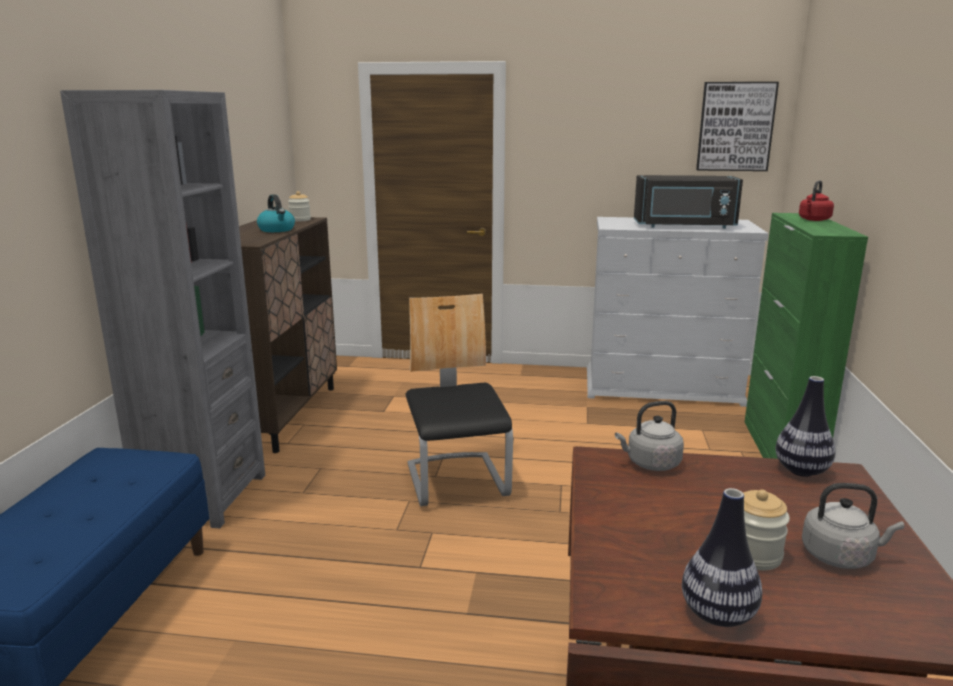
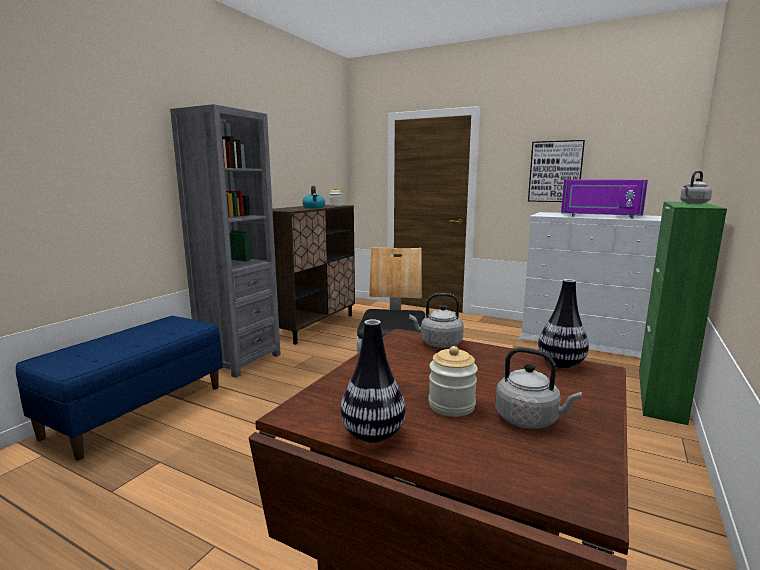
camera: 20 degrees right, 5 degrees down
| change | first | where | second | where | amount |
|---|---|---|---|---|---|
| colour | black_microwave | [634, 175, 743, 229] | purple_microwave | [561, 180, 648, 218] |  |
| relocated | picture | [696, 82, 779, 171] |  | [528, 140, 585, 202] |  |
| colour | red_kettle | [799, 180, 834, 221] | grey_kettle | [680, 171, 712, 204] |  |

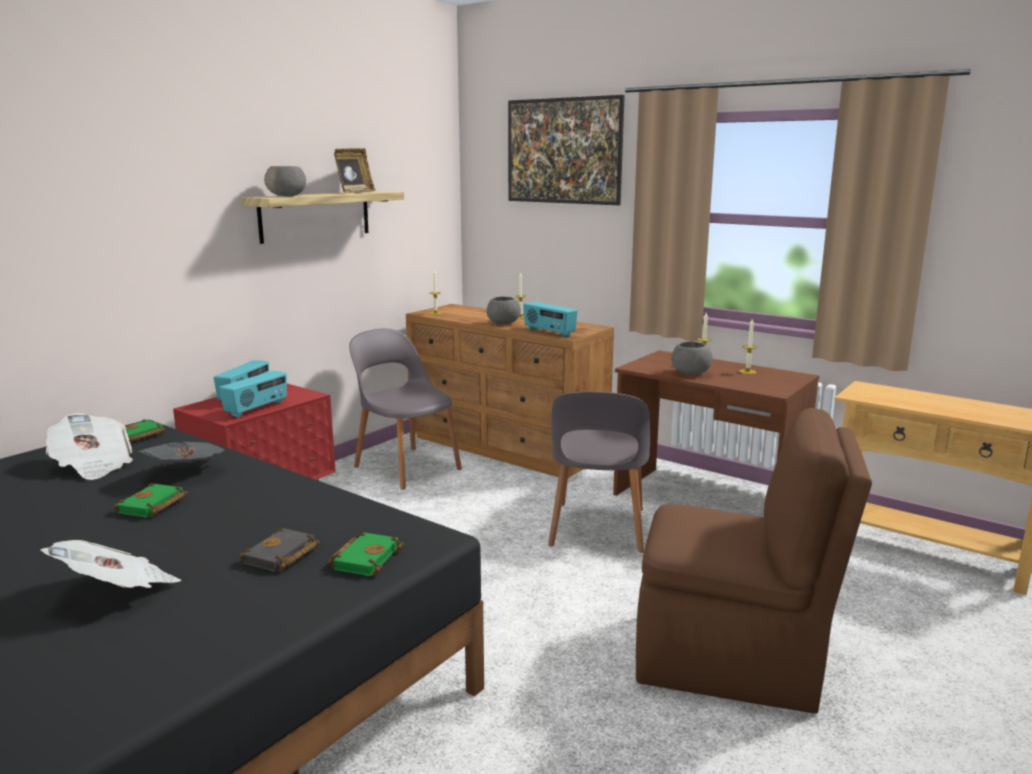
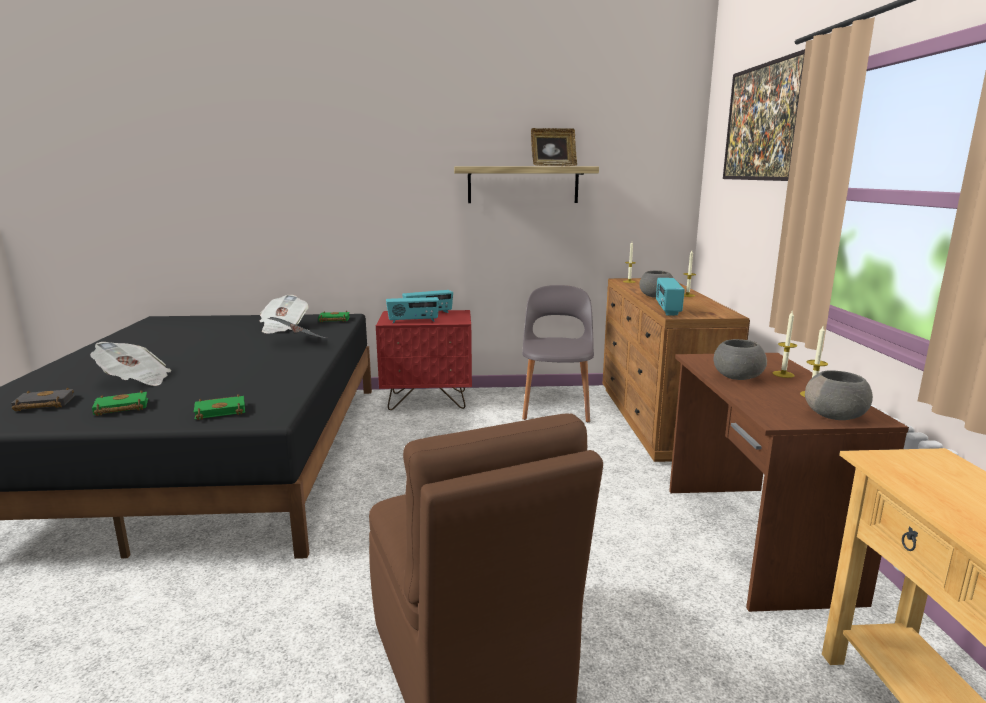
camera: 50 degrees right, 0 degrees up
| change | first | where | second | where | amount |
|---|---|---|---|---|---|
| relocated | green_book | [113, 483, 187, 518] |  | [92, 390, 148, 416] |  |
| relocated | black_book | [239, 528, 319, 572] |  | [11, 387, 74, 411] |  |
| relocated | grey_bowl | [264, 166, 306, 196] |  | [805, 370, 873, 420] |  |
| missing | grey_chair | [548, 391, 650, 553] |  |  |  |

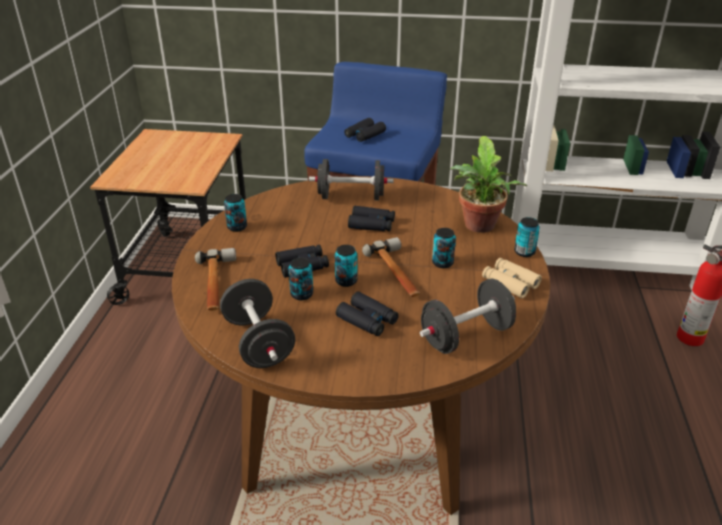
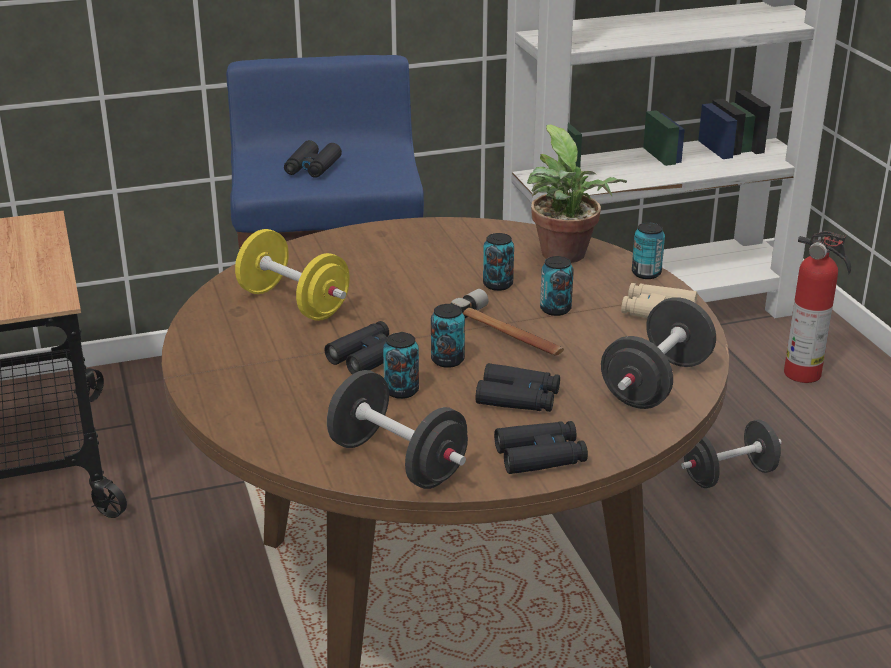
camera: 25 degrees left, 5 degrees down
| change | first | where | second | where | amount |
|---|---|---|---|---|---|
| missing | hammer | [195, 248, 236, 311] |  |  |  |
| relocated | can | [224, 194, 247, 232] |  | [483, 233, 514, 291] |  |
| relocated | black_dumbbell | [309, 159, 394, 201] |  | [681, 420, 782, 488] |  |
| relocated | black_binoculars | [348, 206, 395, 231] |  | [494, 421, 588, 474] |  |
| appeared |  |  | yellow_dumbbell | [235, 229, 350, 321] |  |

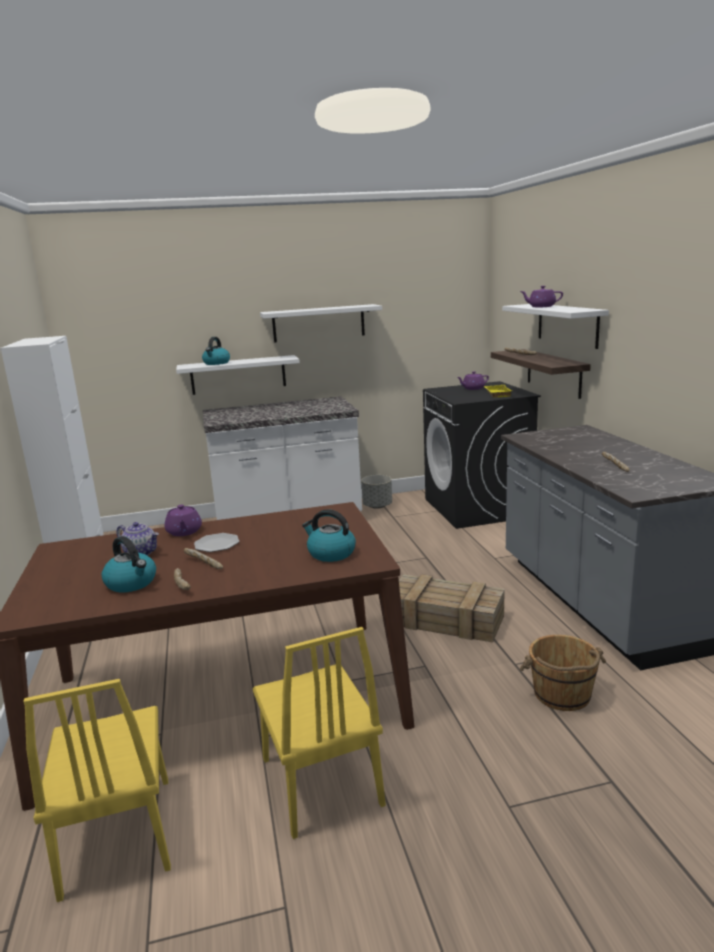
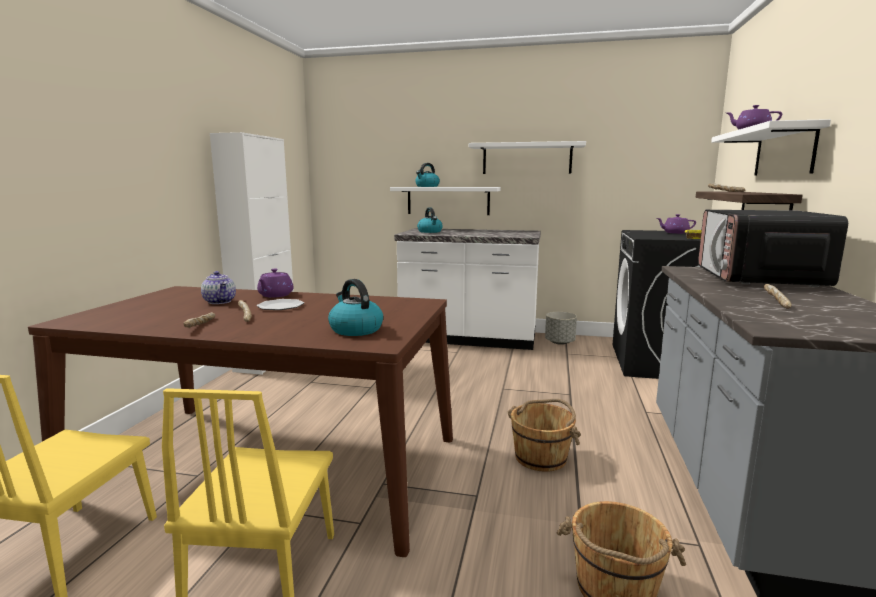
camera: 25 degrees right, 5 degrees down
| change | first | where | second | where | amount |
|---|---|---|---|---|---|
| relocated | kettle | [102, 536, 156, 592] |  | [417, 208, 443, 233] |  |
| exchanged | crate | [399, 574, 505, 643] | brown_bucket | [507, 399, 581, 472] |  |
| appeared |  |  | microwave | [698, 210, 848, 287] |  |

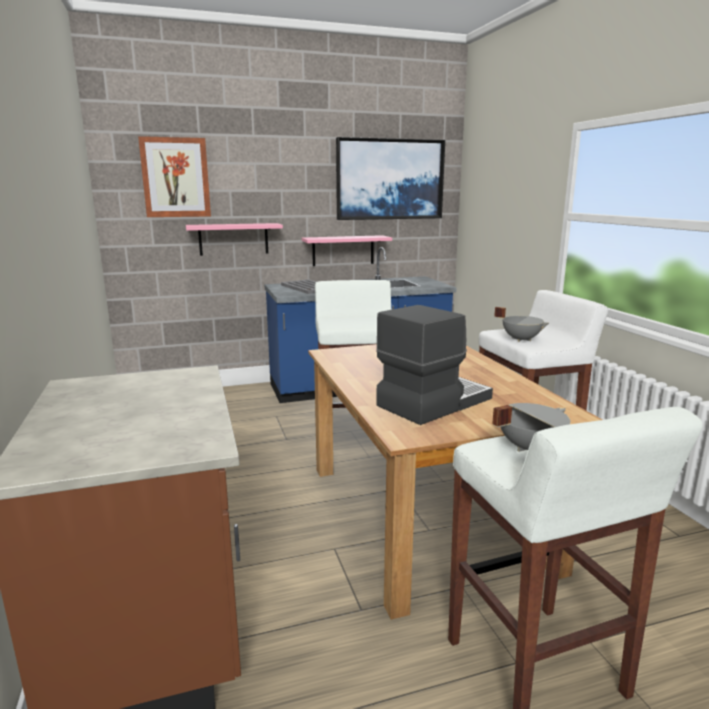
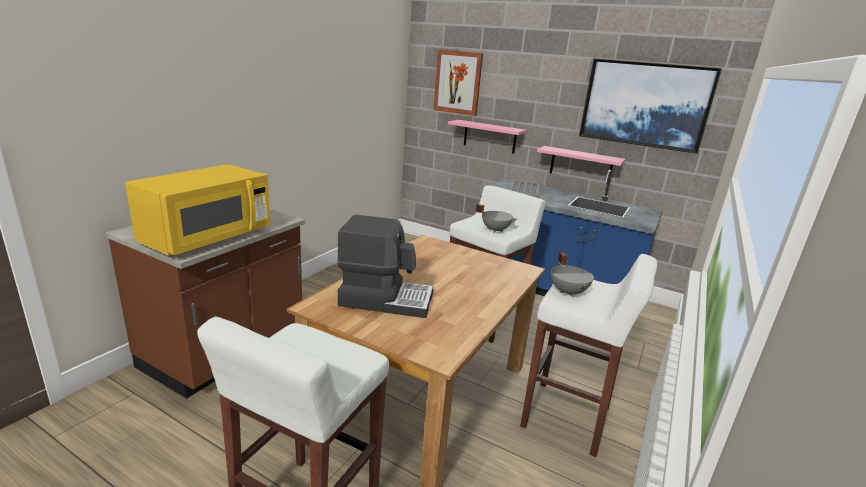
camera: 45 degrees right, 5 degrees up
| change | first | where | second | where | amount |
|---|---|---|---|---|---|
| relocated | grey_cooking_pot | [492, 403, 570, 452] |  | [475, 204, 517, 233] |  |
| appeared |  |  | yellow_microwave | [125, 164, 270, 255] |  |

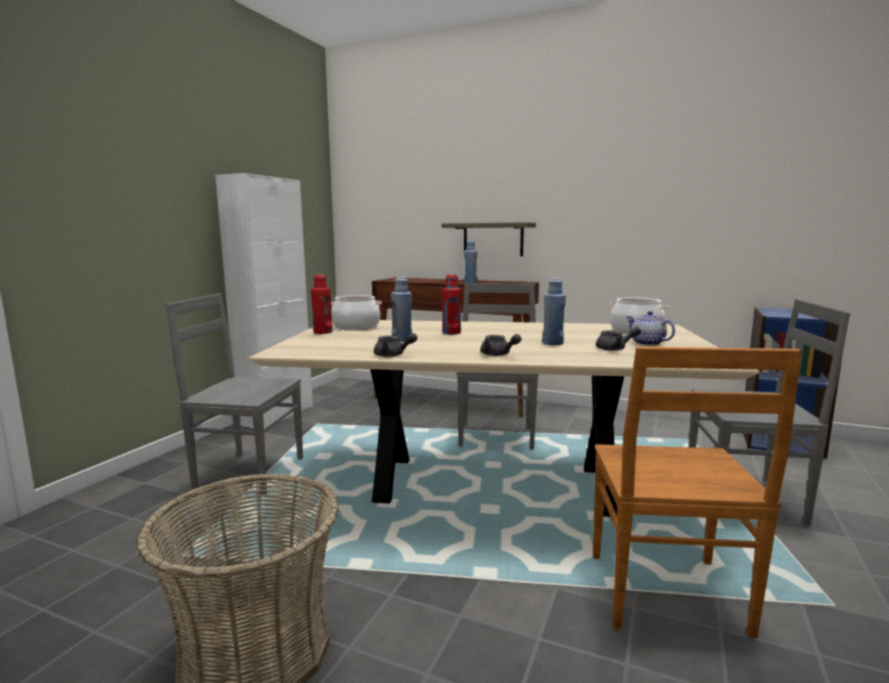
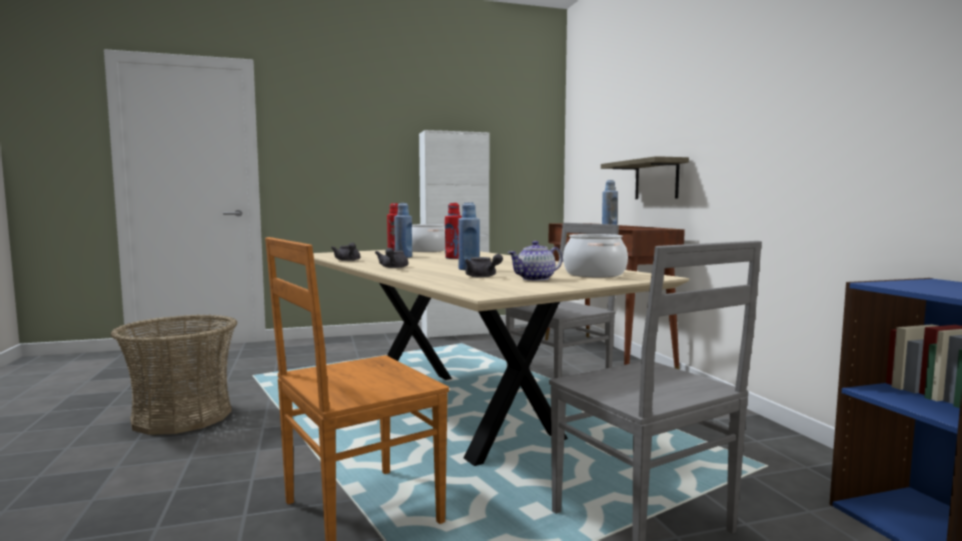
camera: 50 degrees right, 5 degrees down
| change | first | where | second | where | amount |
|---|---|---|---|---|---|
| missing | grey_chair | [166, 293, 303, 495] |  |  |  |
| spun | teapot | [626, 311, 675, 346] |  | [508, 241, 563, 281] | 135 degrees counterclockwise |

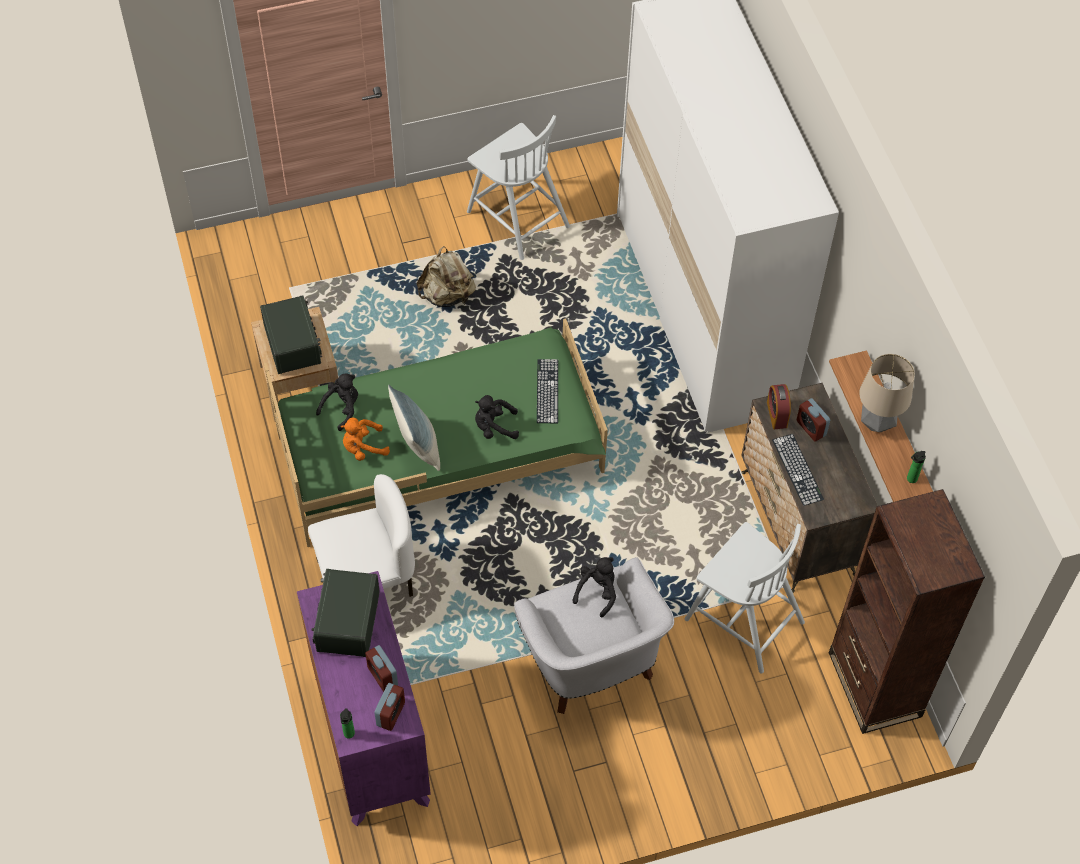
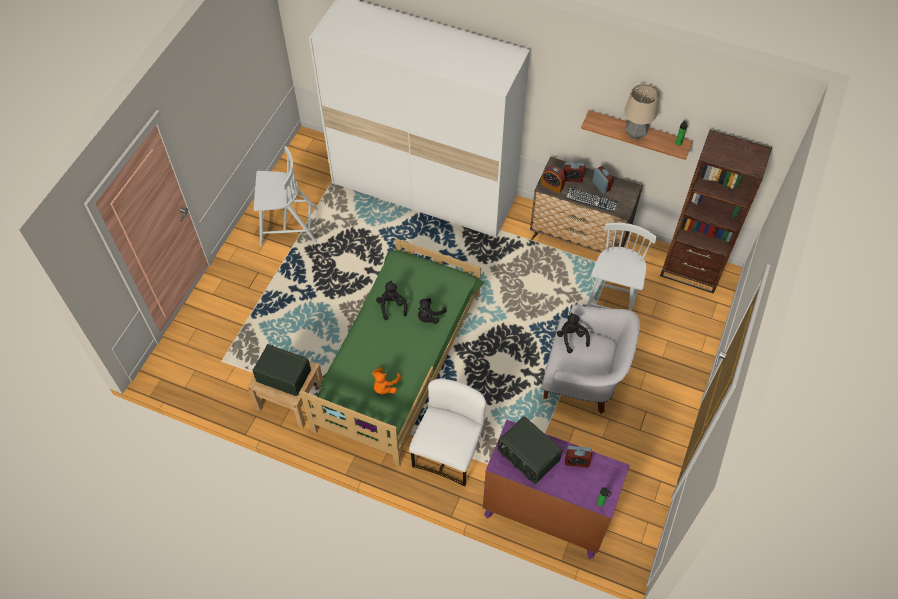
camera: 50 degrees left, 0 degrees up
| change | first | where | second | where | amount |
|---|---|---|---|---|---|
| relocated | black_plush_toy | [316, 373, 358, 431] |  | [376, 280, 407, 320] |  |
| relocated | alarm_clock | [374, 683, 405, 731] |  | [593, 166, 613, 194] |  |
| missing | pillow | [388, 385, 440, 471] |  |  |  |
| missing | beige_backpack | [417, 246, 476, 307] |  |  |  |
| missing | keyboard | [537, 359, 558, 423] |  |  |  |
| spun | white_chair | [685, 522, 805, 674] |  | [586, 223, 657, 311] | 60 degrees counterclockwise |

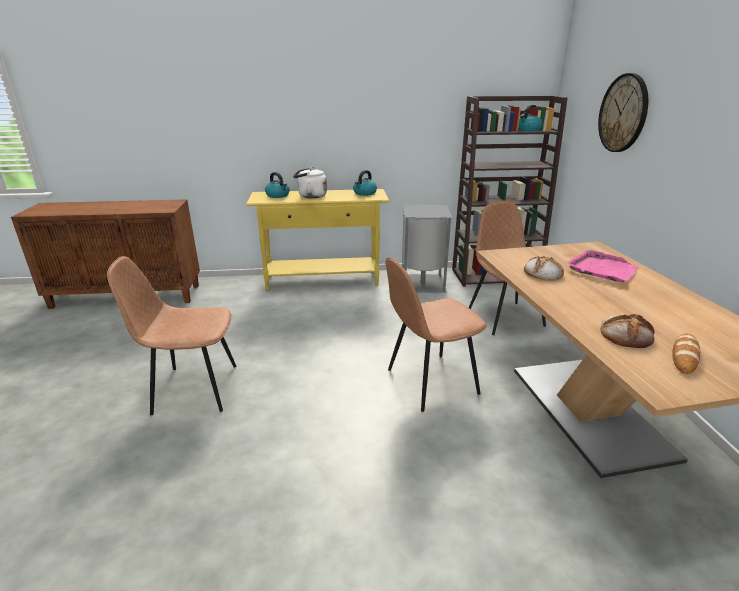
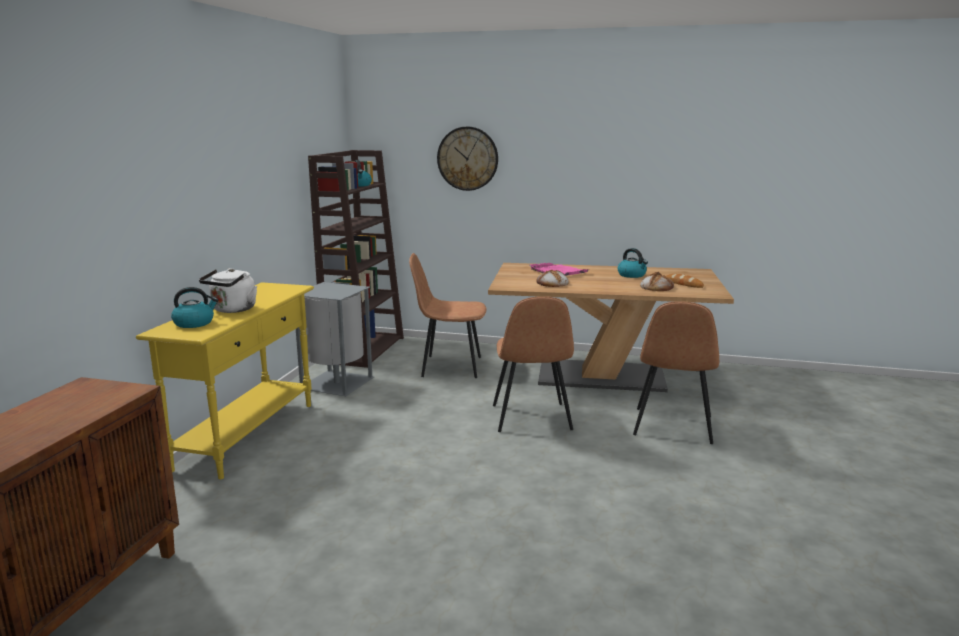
camera: 70 degrees left, 10 degrees down
| change | first | where | second | where | amount |
|---|---|---|---|---|---|
| relocated | brown_chair | [107, 256, 236, 415] |  | [633, 301, 719, 444] |  |
| relocated | kettle | [353, 170, 377, 196] |  | [618, 248, 648, 278] |  |

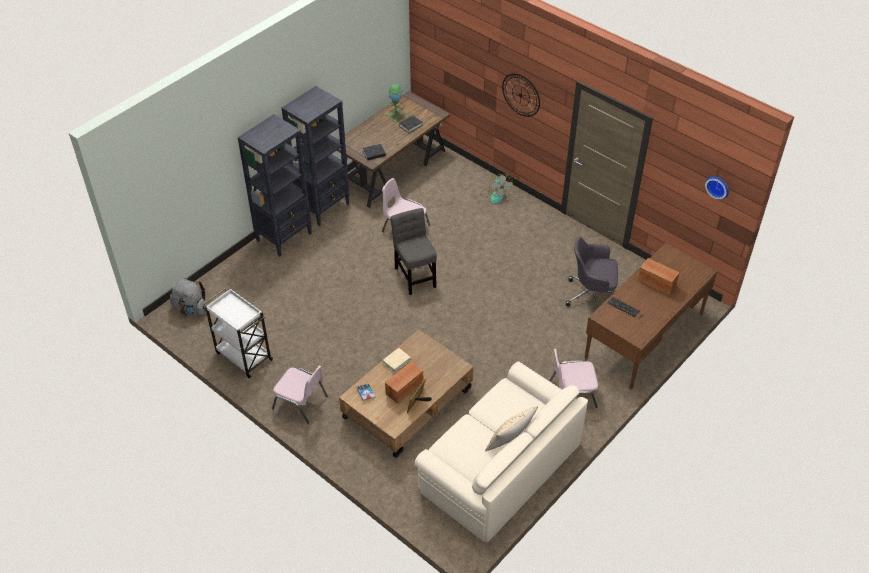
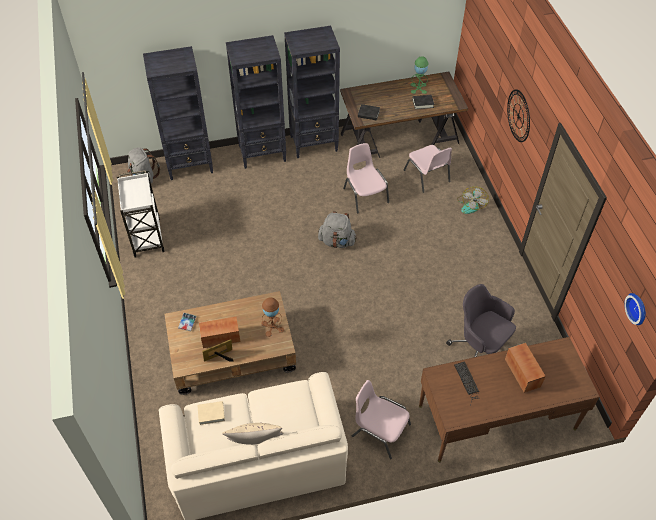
camera: 35 degrees right, 5 degrees up
| change | first | where | second | where | amount |
|---|---|---|---|---|---|
| relocated | pink_chair | [272, 366, 328, 424] |  | [404, 145, 452, 193] |  |
| relocated | beige_book | [382, 348, 411, 373] |  | [197, 401, 225, 425] |  |
| exchanged | grey_chair | [390, 208, 437, 295] | grey_backpack | [318, 211, 357, 248] |  |
| appeared |  |  | black_bookcase | [143, 46, 213, 180] |  |
| appeared |  |  | brown_table_lamp | [261, 297, 284, 337] |  |

